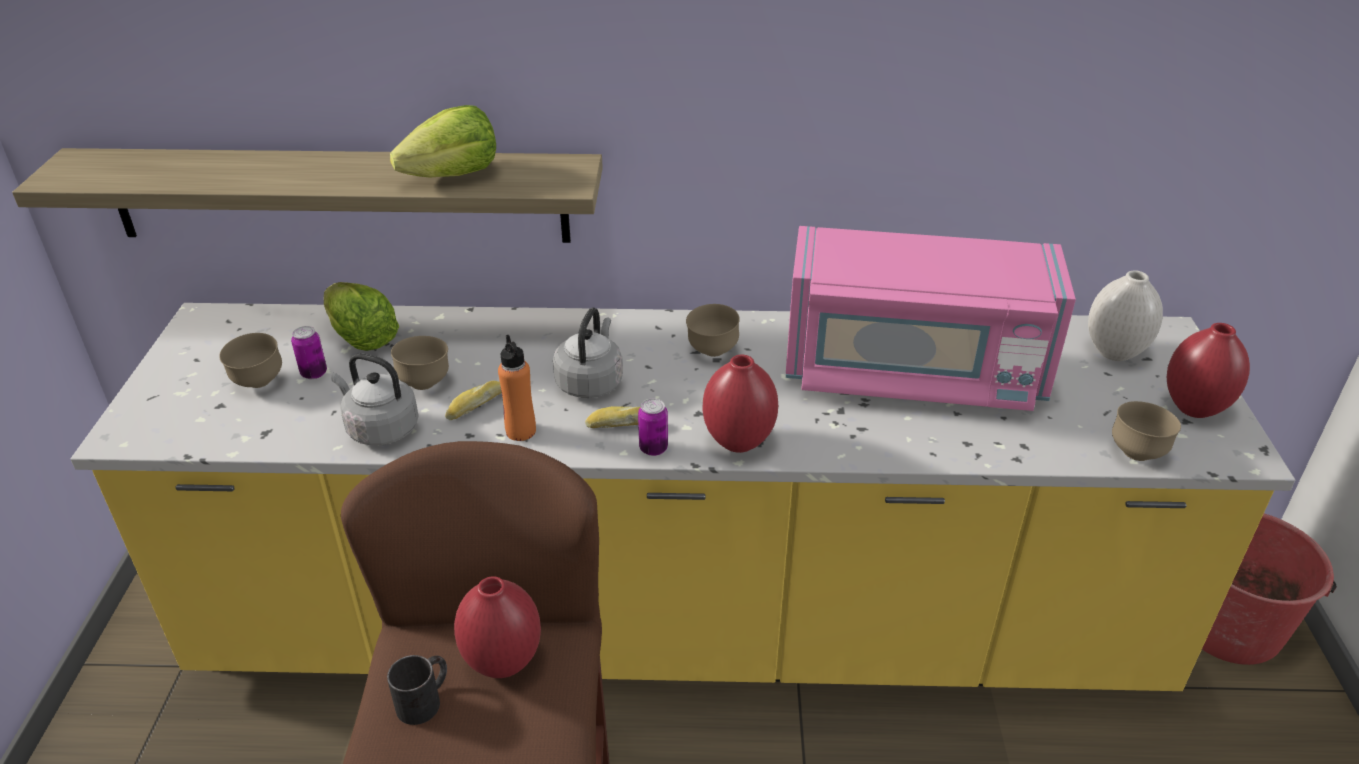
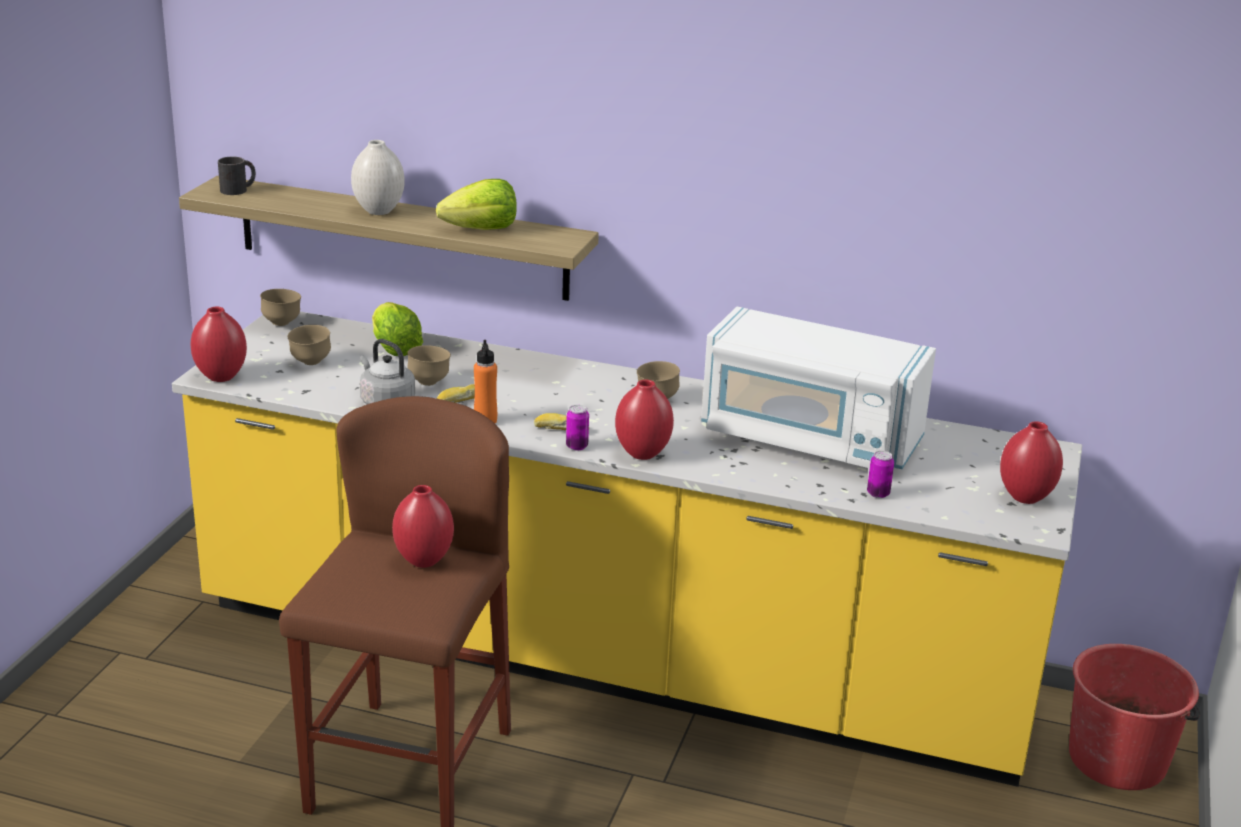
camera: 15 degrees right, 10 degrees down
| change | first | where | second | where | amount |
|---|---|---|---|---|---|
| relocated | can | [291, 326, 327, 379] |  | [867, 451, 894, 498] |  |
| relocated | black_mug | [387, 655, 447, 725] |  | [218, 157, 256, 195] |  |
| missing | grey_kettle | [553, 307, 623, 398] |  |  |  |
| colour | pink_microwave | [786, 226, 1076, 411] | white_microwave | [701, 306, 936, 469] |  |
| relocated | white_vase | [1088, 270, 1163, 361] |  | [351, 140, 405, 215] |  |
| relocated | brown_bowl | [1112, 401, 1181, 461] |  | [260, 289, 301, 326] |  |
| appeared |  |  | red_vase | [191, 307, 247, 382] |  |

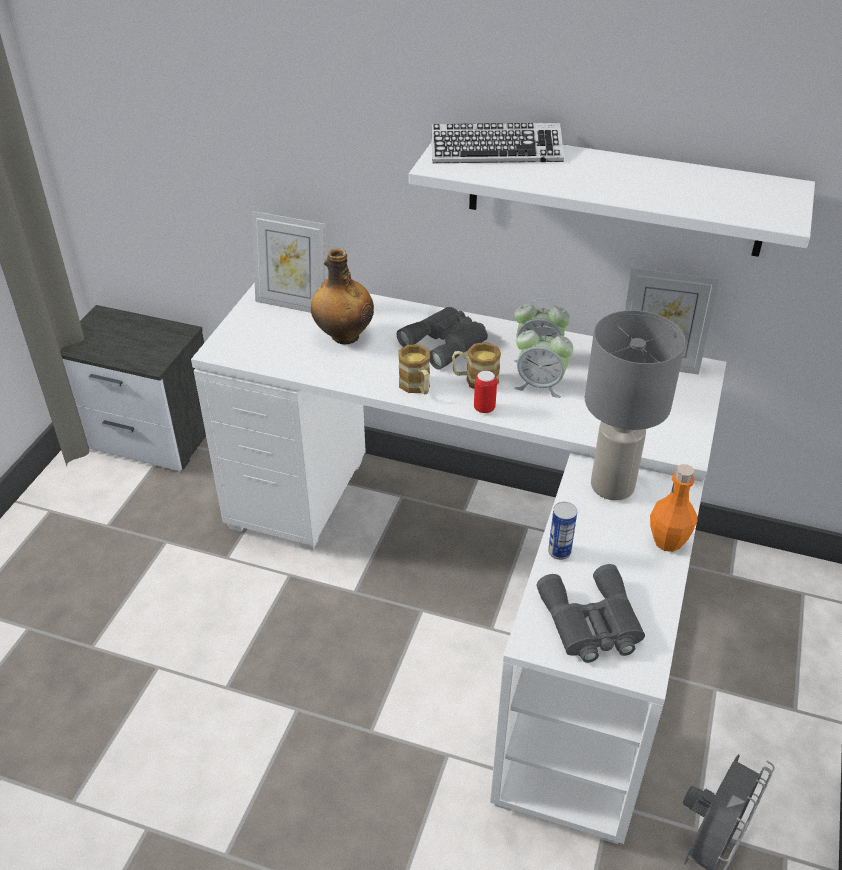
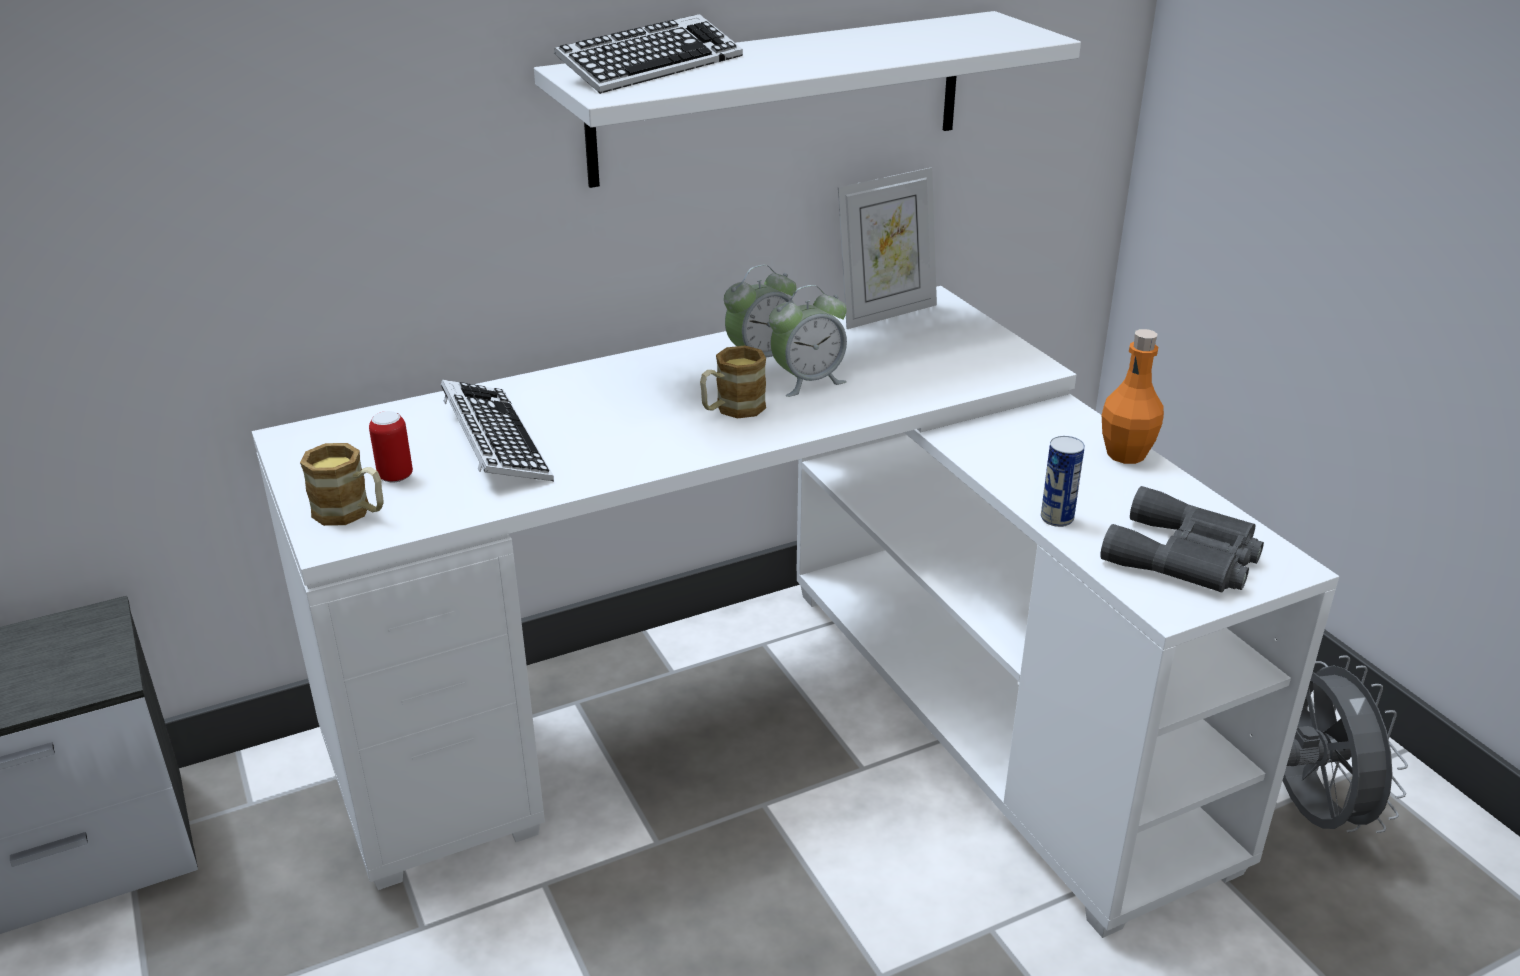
camera: 45 degrees left, 10 degrees down
| change | first | where | second | where | amount |
|---|---|---|---|---|---|
| missing | picture_frame | [252, 211, 325, 313] |  |  |  |
| exchanged | bottle | [311, 248, 374, 345] | keyboard | [441, 380, 554, 481] |  |
| missing | grey_binoculars | [397, 307, 488, 370] |  |  |  |
| relocated | mug | [398, 344, 430, 394] |  | [300, 443, 384, 526] |  |
| relocated | can | [474, 370, 497, 413] |  | [369, 411, 413, 482] |  |
| missing | grey_table_lamp | [585, 310, 686, 500] |  |  |  |

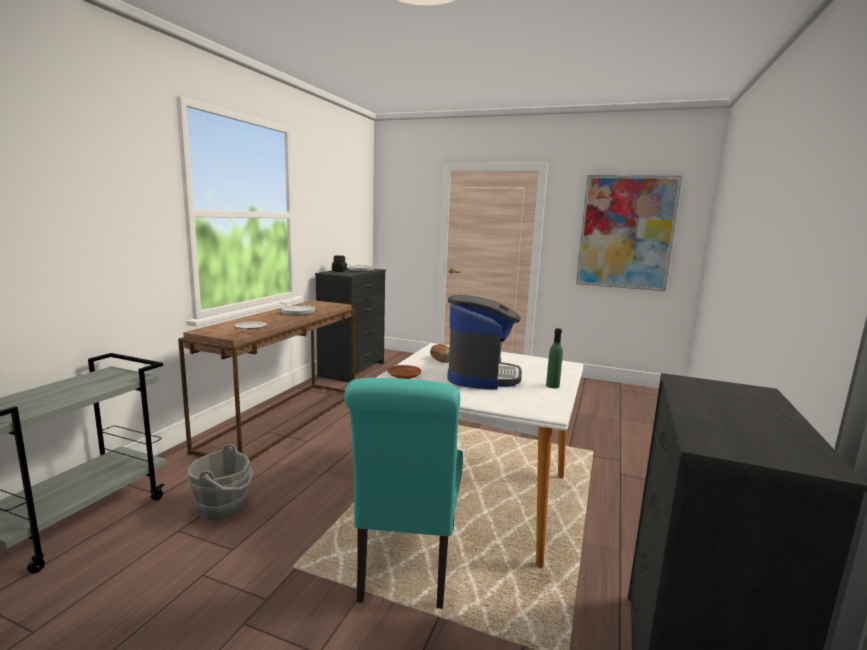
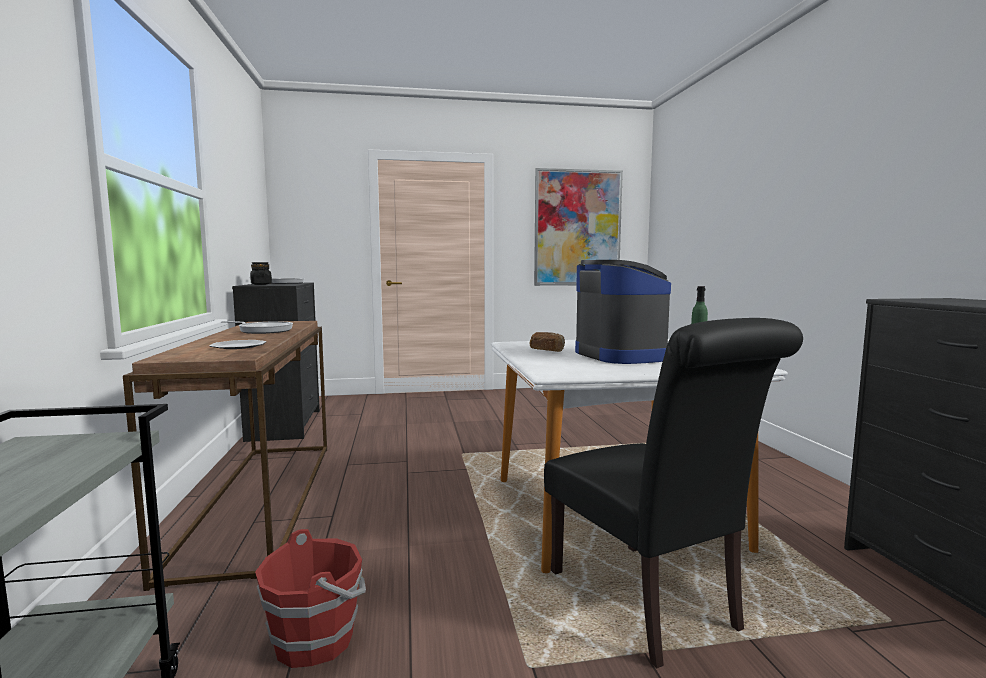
camera: 30 degrees left, 5 degrees down
| change | first | where | second | where | amount |
|---|---|---|---|---|---|
| colour | grey_bucket | [188, 444, 253, 521] | red_bucket | [255, 529, 366, 668] |  |
| colour | turquoise_chair | [344, 378, 463, 609] | black_chair | [544, 318, 803, 668] |  |
| missing | brown_plate | [387, 365, 421, 379] |  |  |  |

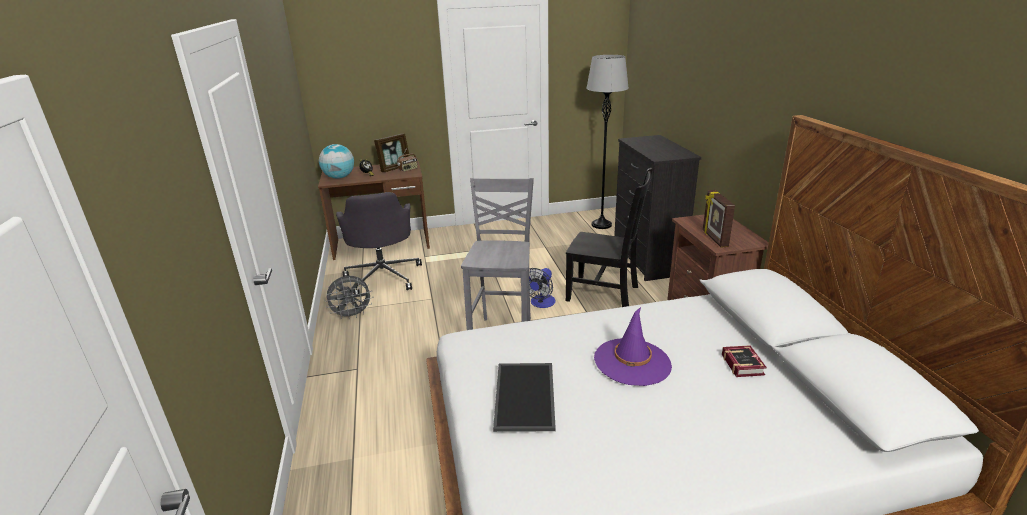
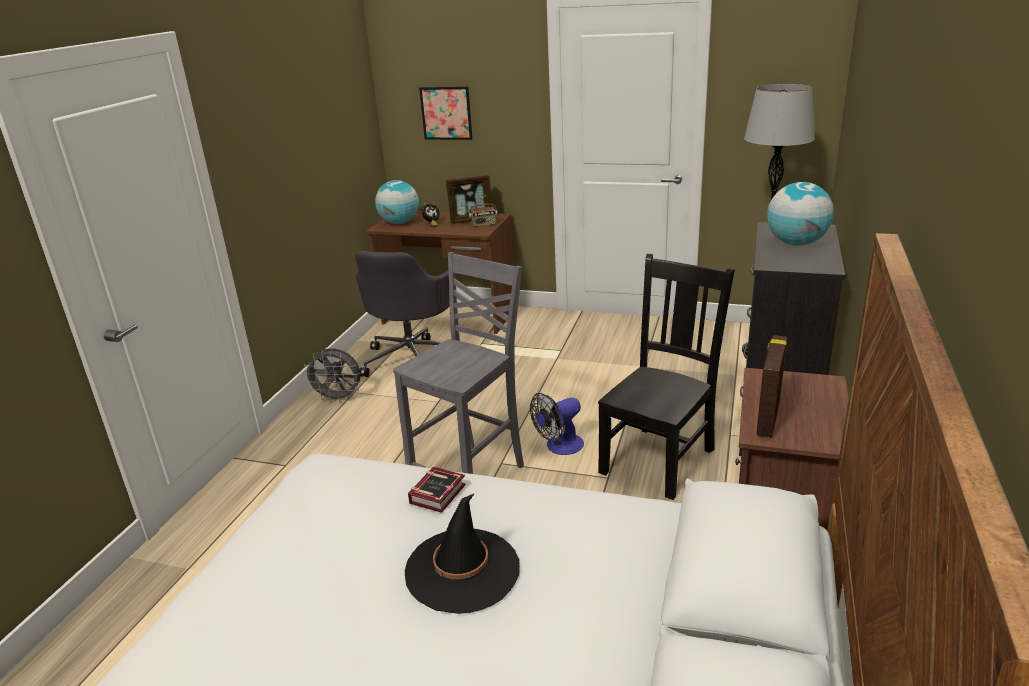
camera: 30 degrees right, 0 degrees up
| change | first | where | second | where | amount |
|---|---|---|---|---|---|
| missing | tray | [493, 363, 556, 432] |  |  |  |
| spun | black_chair | [566, 168, 653, 307] |  | [598, 254, 735, 500] | 105 degrees counterclockwise |
| colour | purple_hat | [594, 307, 672, 386] | black_hat | [405, 493, 520, 614] |  |
| relocated | book | [722, 345, 767, 377] |  | [408, 467, 466, 513] |  |
| appeared |  |  | picture | [419, 87, 472, 140] |  |
| appeared |  |  | globe | [767, 182, 834, 245] |  |

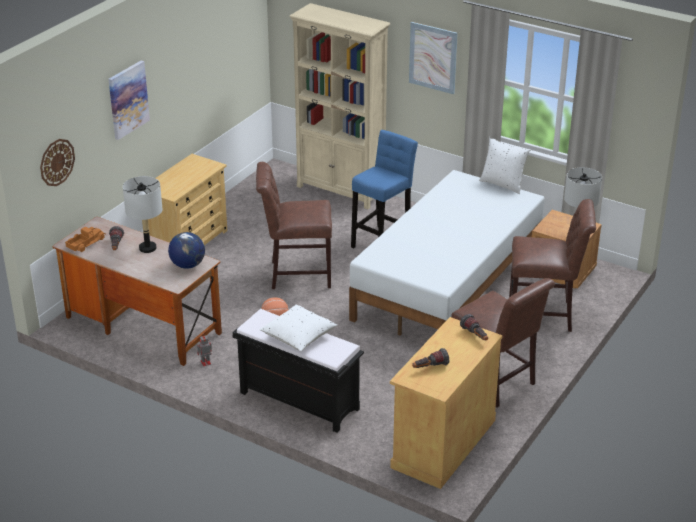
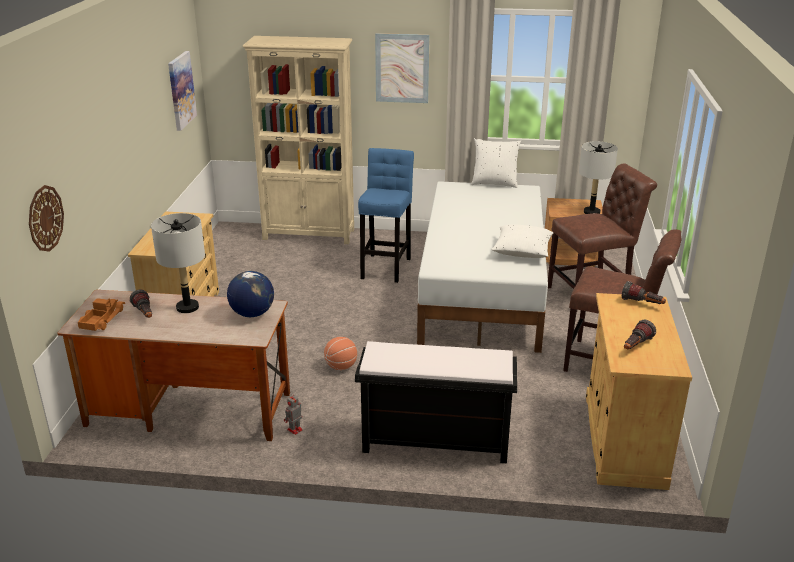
camera: 25 degrees left, 5 degrees down
| change | first | where | second | where | amount |
|---|---|---|---|---|---|
| relocated | picture | [109, 60, 150, 140] |  | [168, 51, 197, 131] |  |
| missing | brown_chair | [256, 162, 332, 289] |  |  |  |
| relocated | white_pillow | [259, 304, 337, 351] |  | [491, 224, 554, 258] |  |

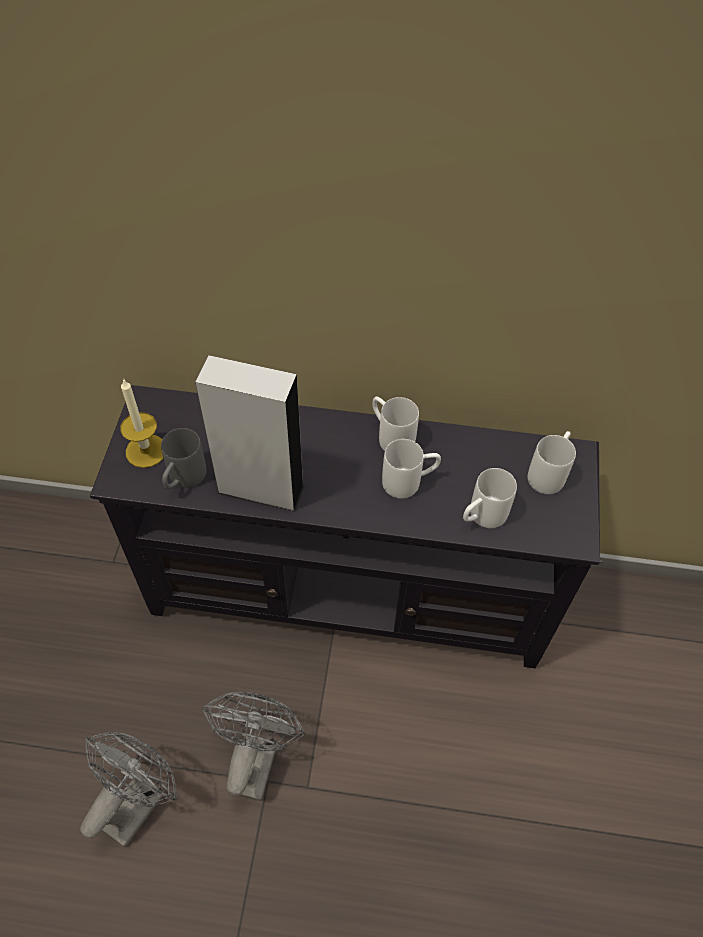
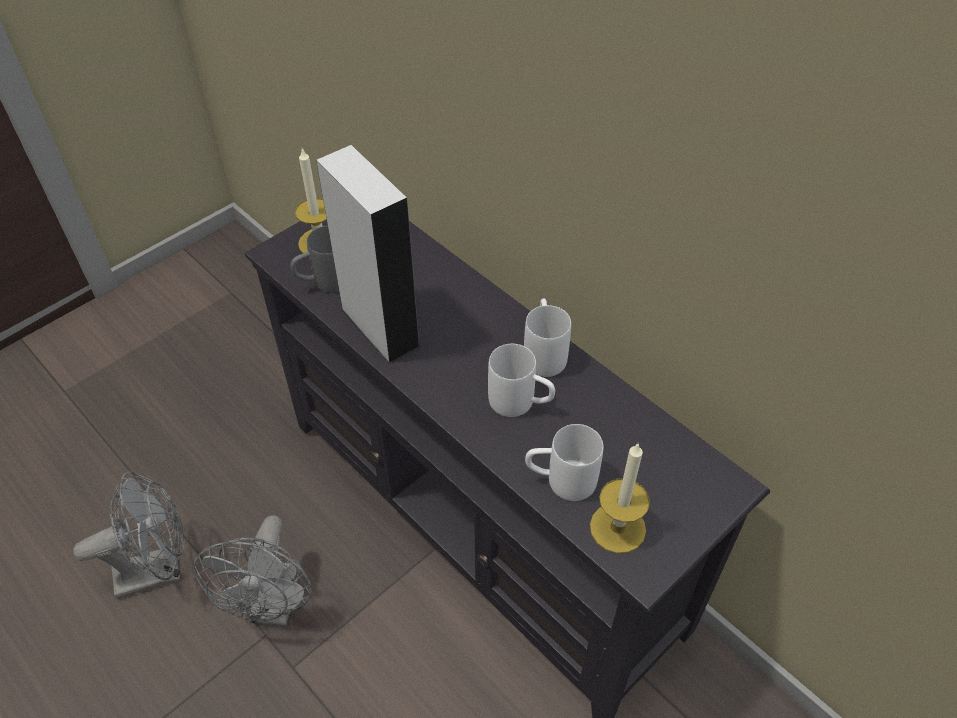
camera: 40 degrees right, 5 degrees down
| change | first | where | second | where | amount |
|---|---|---|---|---|---|
| spun | grey_fan | [202, 692, 306, 801] |  | [193, 515, 312, 627] | 135 degrees clockwise |
| missing | white_mug | [528, 431, 576, 494] |  |  |  |
| appeared |  |  | candle | [590, 444, 650, 553] |  |

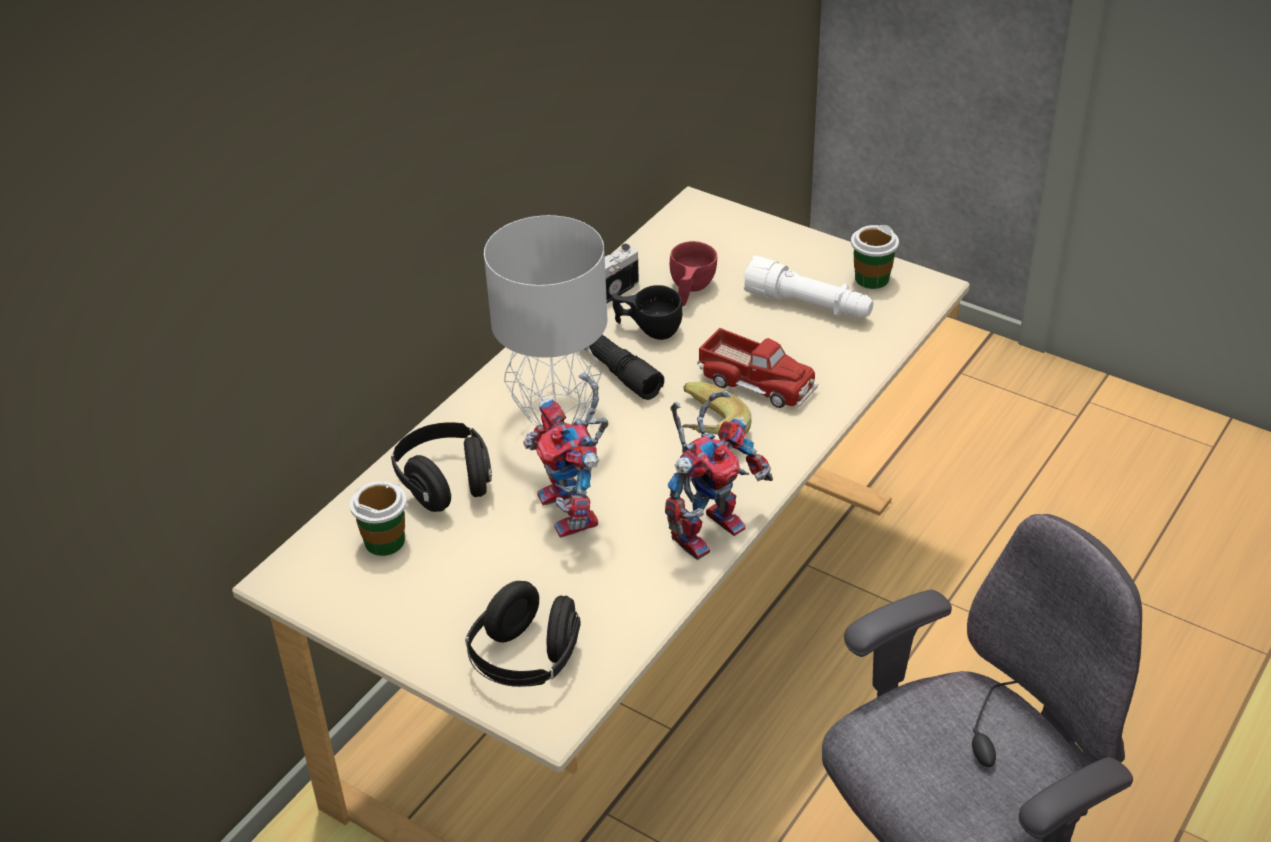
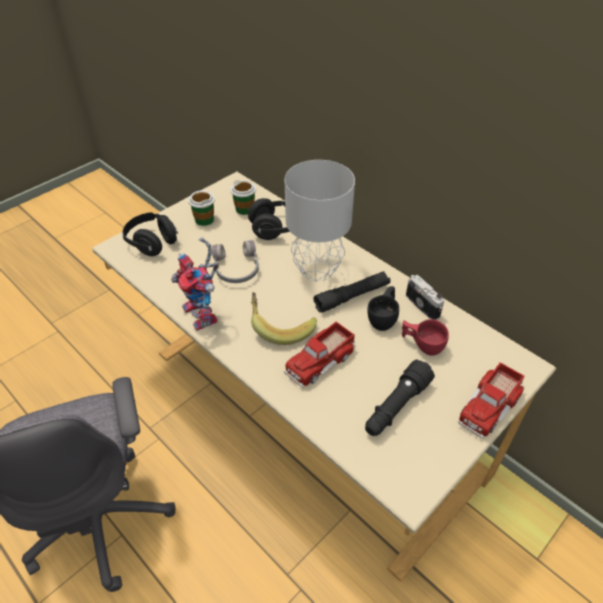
camera: 100 degrees right, 5 degrees up
| change | first | where | second | where | amount |
|---|---|---|---|---|---|
| exchanged | toy_robot | [523, 373, 608, 538] | grey_headphones | [212, 240, 259, 283] |  |
| colour | white_flashlight | [743, 256, 873, 318] | black_flashlight | [365, 359, 435, 436] |  |
| relocated | cup | [851, 225, 899, 289] |  | [188, 190, 215, 226] |  |
| appeared |  |  | toy_truck | [458, 362, 525, 439] |  |

